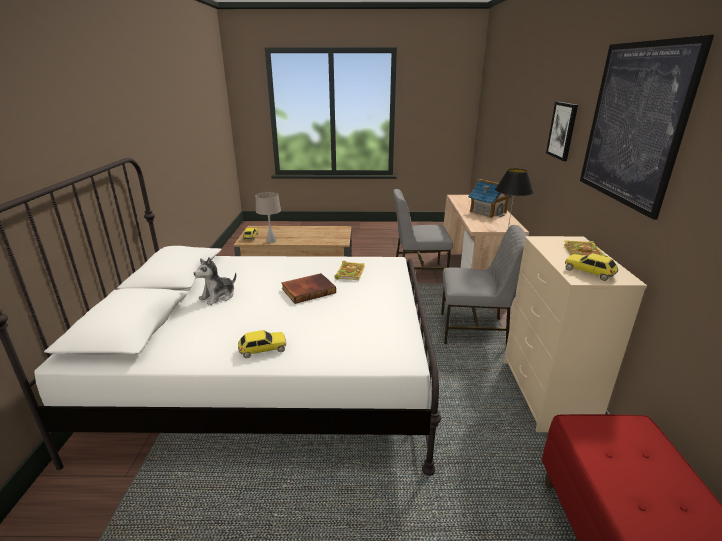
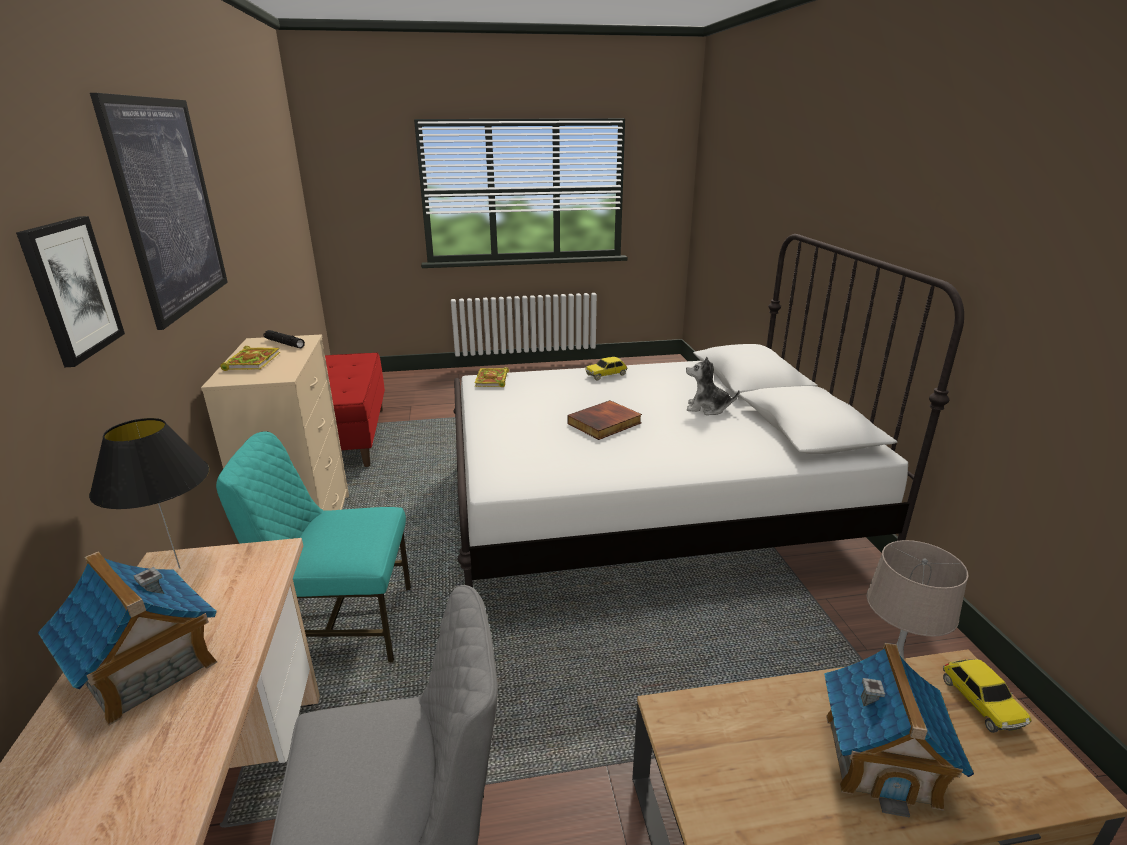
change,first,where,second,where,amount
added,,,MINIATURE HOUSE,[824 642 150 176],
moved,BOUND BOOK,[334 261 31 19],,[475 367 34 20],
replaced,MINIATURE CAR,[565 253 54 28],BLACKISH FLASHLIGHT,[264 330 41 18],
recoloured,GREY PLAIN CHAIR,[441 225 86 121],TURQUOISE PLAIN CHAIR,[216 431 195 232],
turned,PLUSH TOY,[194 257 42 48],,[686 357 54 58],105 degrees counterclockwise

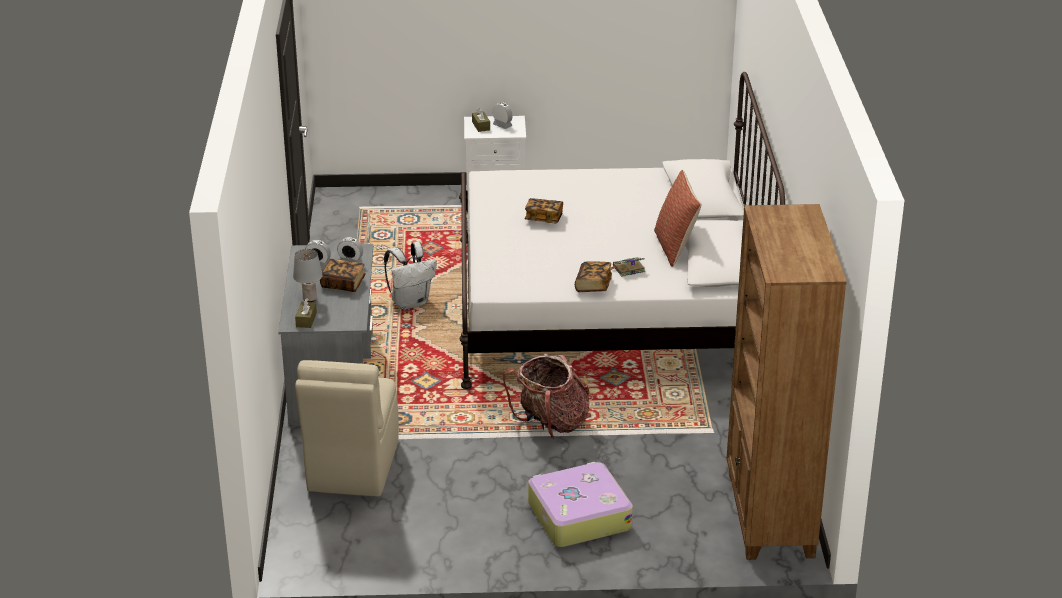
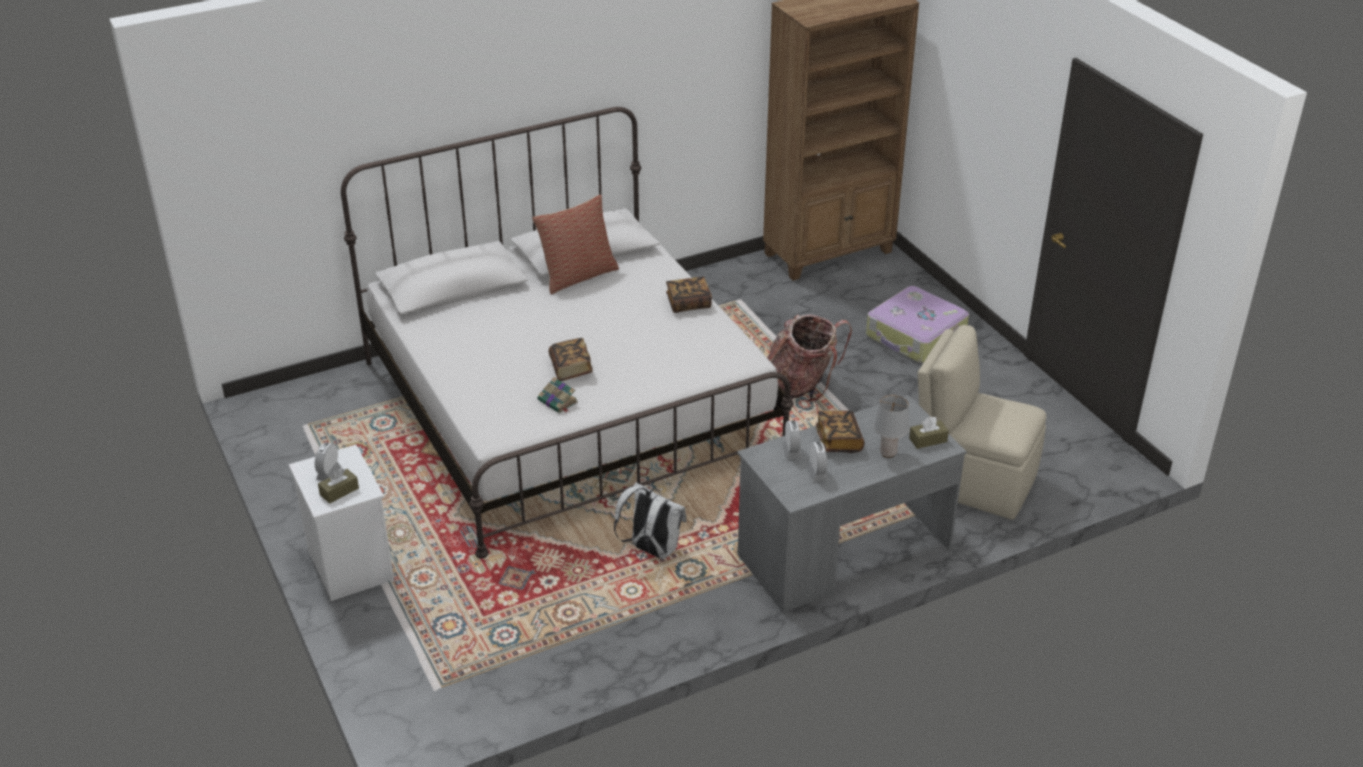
change,first,where,second,where,amount
moved,BOUND BOOK,[611 257 34 20],,[538 377 40 36],
turned,SAND-COLOURED PLAIN CHAIR,[295 360 104 137],,[917 325 129 195],135 degrees counterclockwise

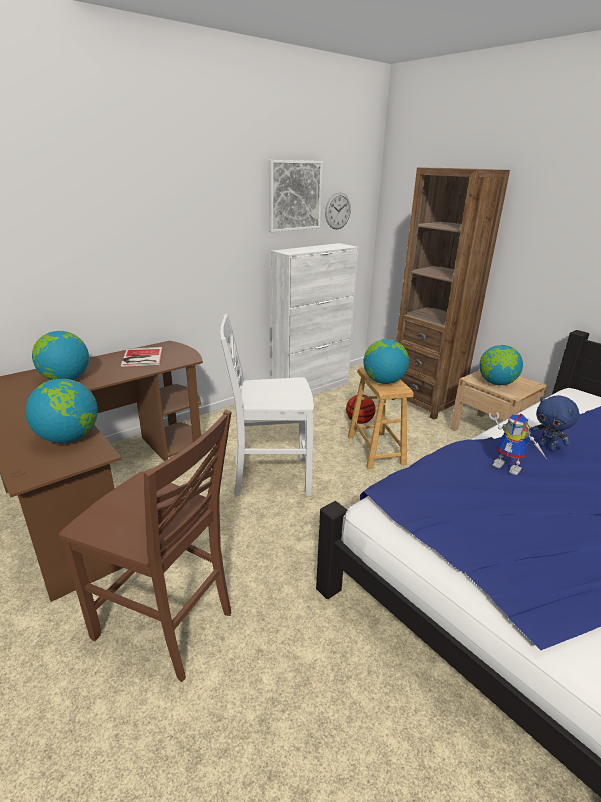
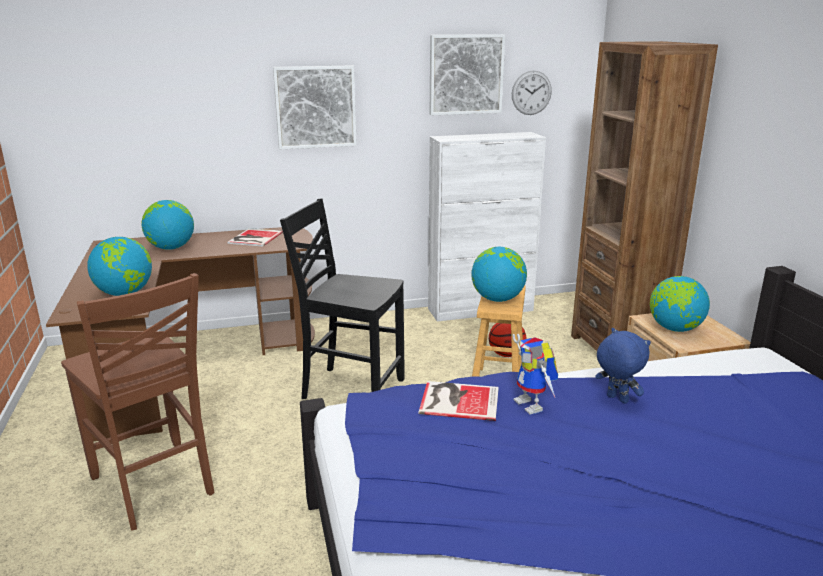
change,first,where,second,where,amount
added,,,WALL ART,[273 65 84 84],
added,,,BOUND BOOK,[419 381 80 40],
recoloured,WHITE PLAIN CHAIR,[220 314 94 183],BLACKISH PLAIN CHAIR,[280 199 124 200],
turned,BLUE-COLOURED PLUSH TOY,[531 395 48 57],,[595 328 56 76],150 degrees clockwise

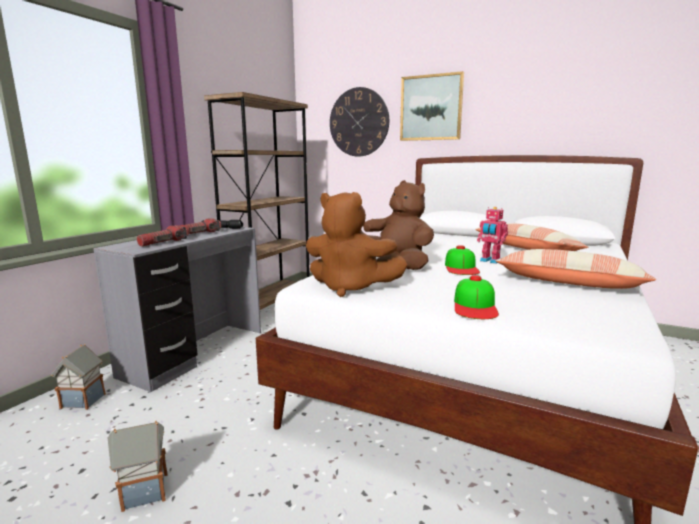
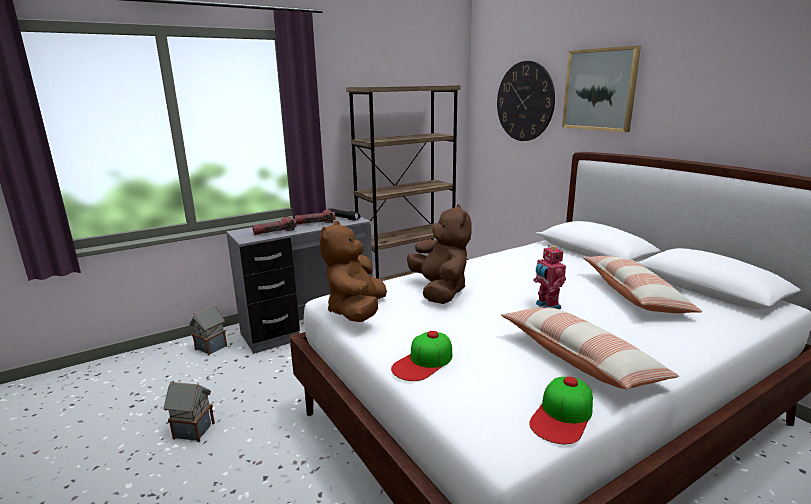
change,first,where,second,where,amount
moved,PEAKED CAP,[445 245 35 30],,[529 377 64 67],
turned,BROWNISH PLUSH TOY,[306 192 102 105],,[319 221 68 101],45 degrees clockwise

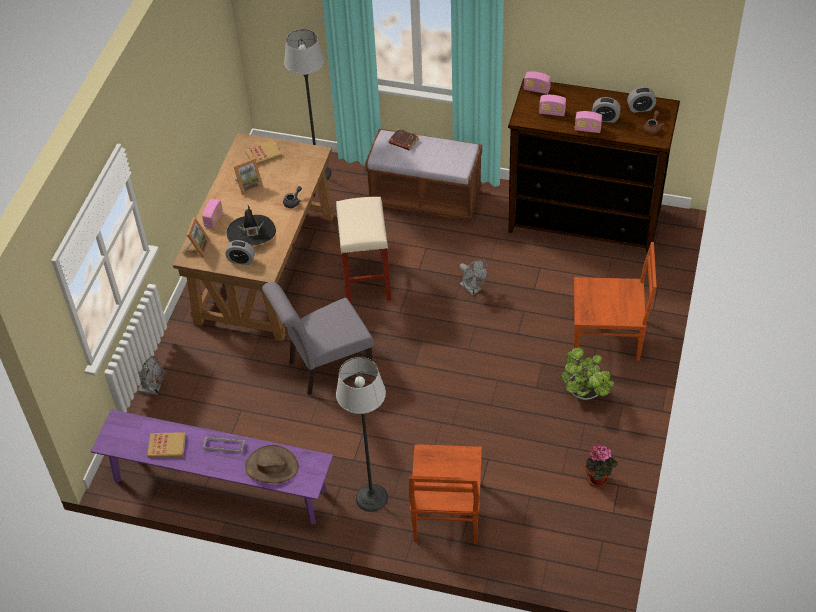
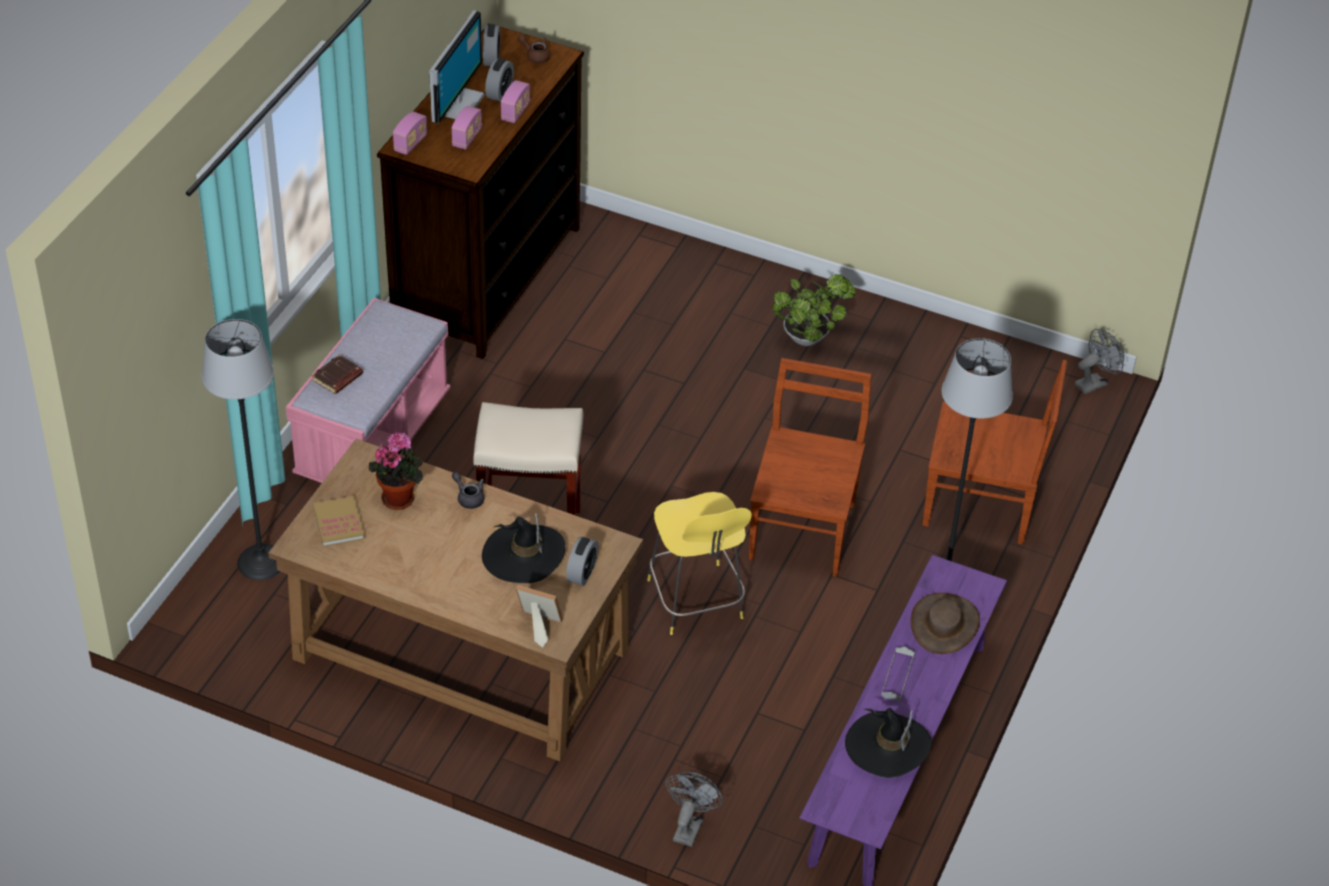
change,first,where,second,where,amount
removed,RADIO,[202 199 21 29],,,
removed,STANDING FRAME,[233 158 30 37],,,
added,,,COMPUTER SCREEN,[429 10 55 114],
moved,GREY COOLING FAN,[459 259 29 37],,[1075 329 49 65],
moved,BROWNISH PLAIN CHAIR,[573 242 84 119],,[749 358 123 219],
moved,PLANT IN A POT,[585 445 33 42],,[369 431 54 79],
replaced,BOUND BOOK,[147 432 39 26],BLACKISH CLOTHING HAT,[845 708 87 70],
replaced,GREY PLAIN CHAIR,[262 282 112 114],YELLOWISH STOOL SEAT,[647 492 105 143],
recoloured,BROWNISH BENCH,[365 129 117 91],PINK BENCH,[286 298 165 185],

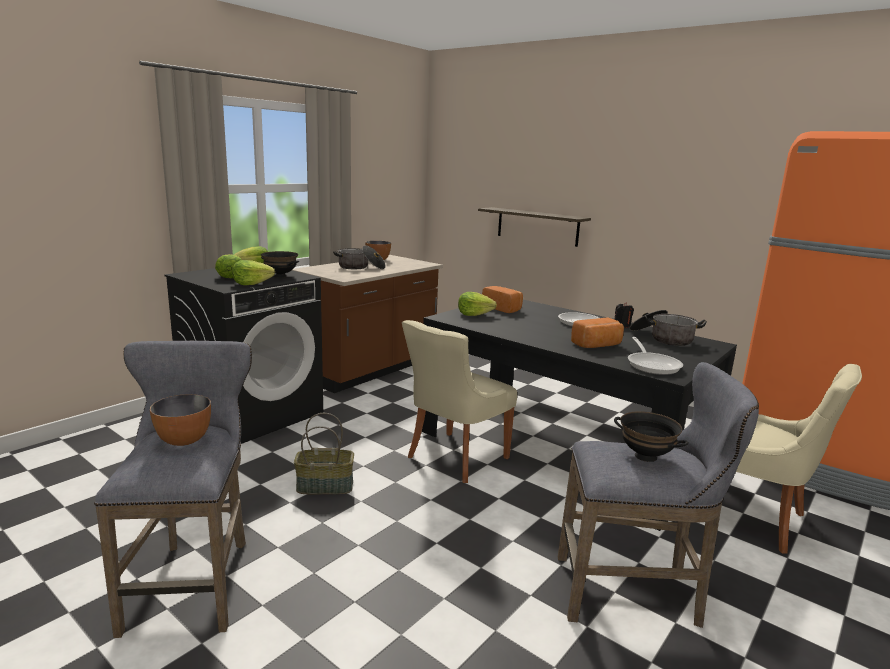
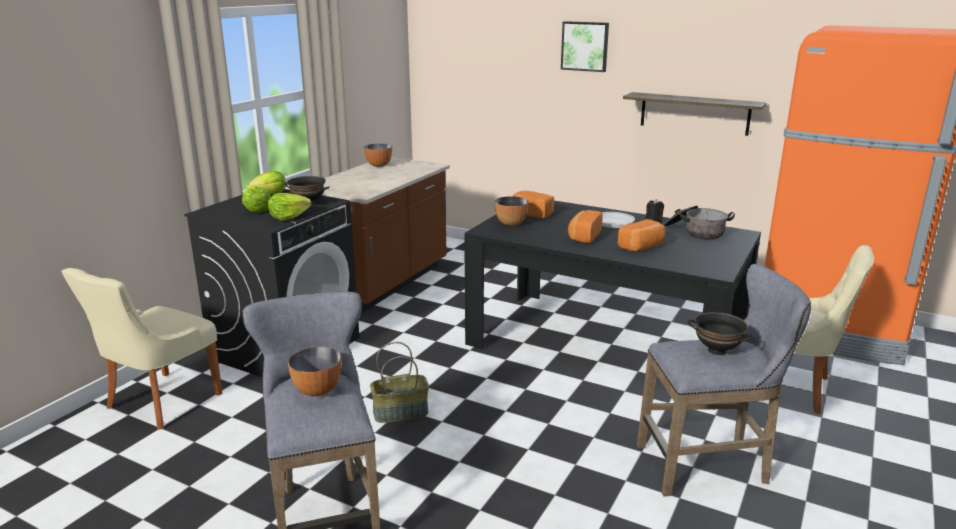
change,first,where,second,where,amount
removed,COOKING POT,[333 245 53 24],,,
removed,SKILLET,[628 337 55 38],,,
added,,,WALL ART,[561 21 48 51],
added,,,BREAD,[568 210 35 33],
moved,SAND-COLOURED PLAIN CHAIR,[402 320 115 163],,[61 268 161 162],
moved,WALL SHELF,[478 207 113 40],,[623 92 143 44],
replaced,HEAD OF LETTUCE,[458 292 39 24],SERVING BOWL,[495 196 34 30],

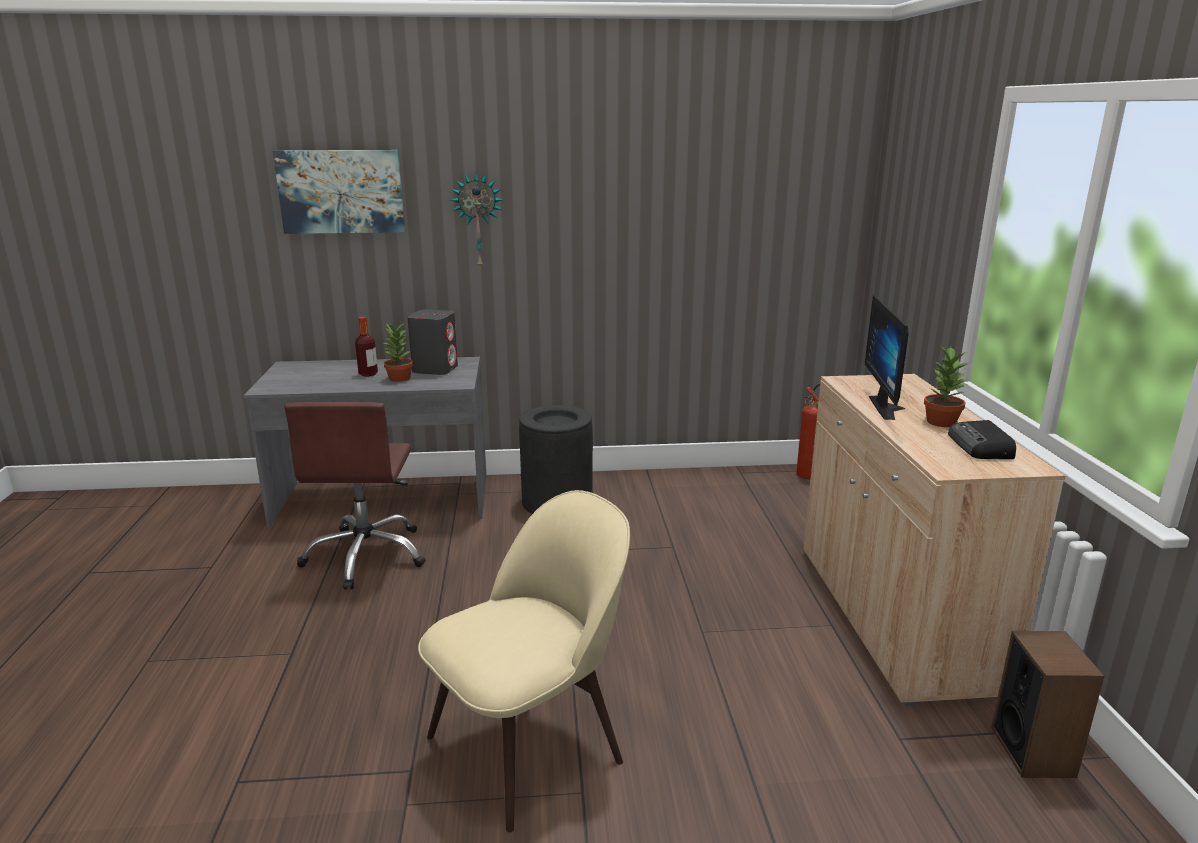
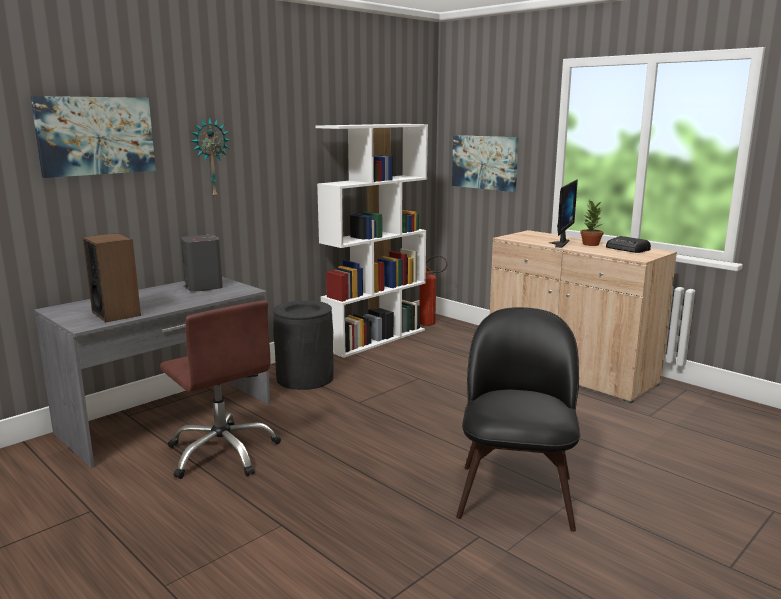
change,first,where,second,where,amount
removed,BEVERAGE BOTTLE,[355 317 23 59],,,
removed,PLANT IN A POT,[382 324 31 58],,,
added,,,WHITE BOOKSHELF,[315 124 113 234],
added,,,WALL ART,[452 135 67 57],
moved,AUDIO SPEAKER,[991 631 113 147],,[82 233 59 89],
recoloured,SAND-COLOURED PLAIN CHAIR,[418 490 212 342],BLACKISH PLAIN CHAIR,[456 307 124 225],
turned,COMPUTER SCREEN,[865 295 44 125],,[550 180 28 68],120 degrees counterclockwise

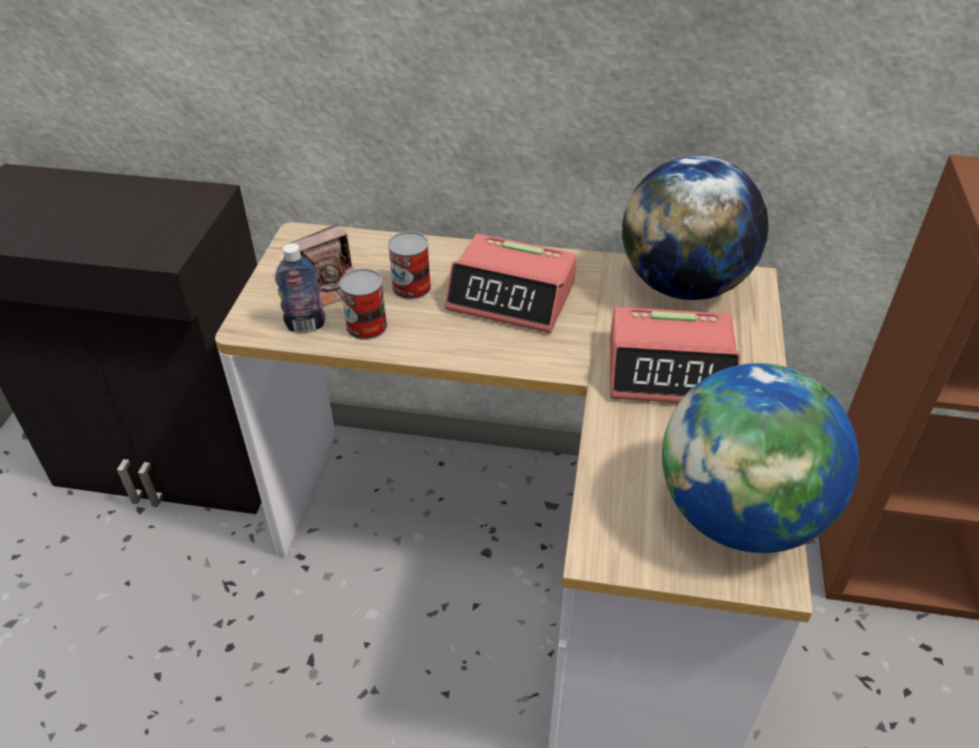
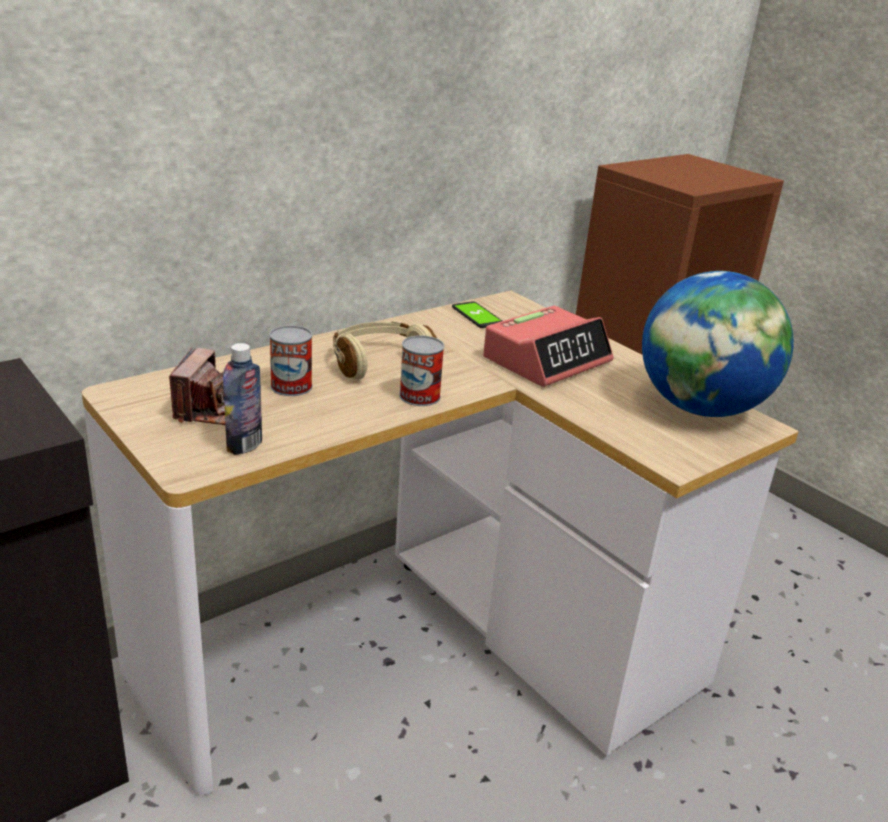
change,first,where,second,where,amount
moved,CAN,[340 269 47 71],,[399 335 45 71],
replaced,BEDSIDE CLOCK,[445 234 132 99],SAND-COLOURED HEADSET,[333 321 104 58],
replaced,WORLD GLOBE,[622 156 146 144],PHONE,[452 301 50 27],

